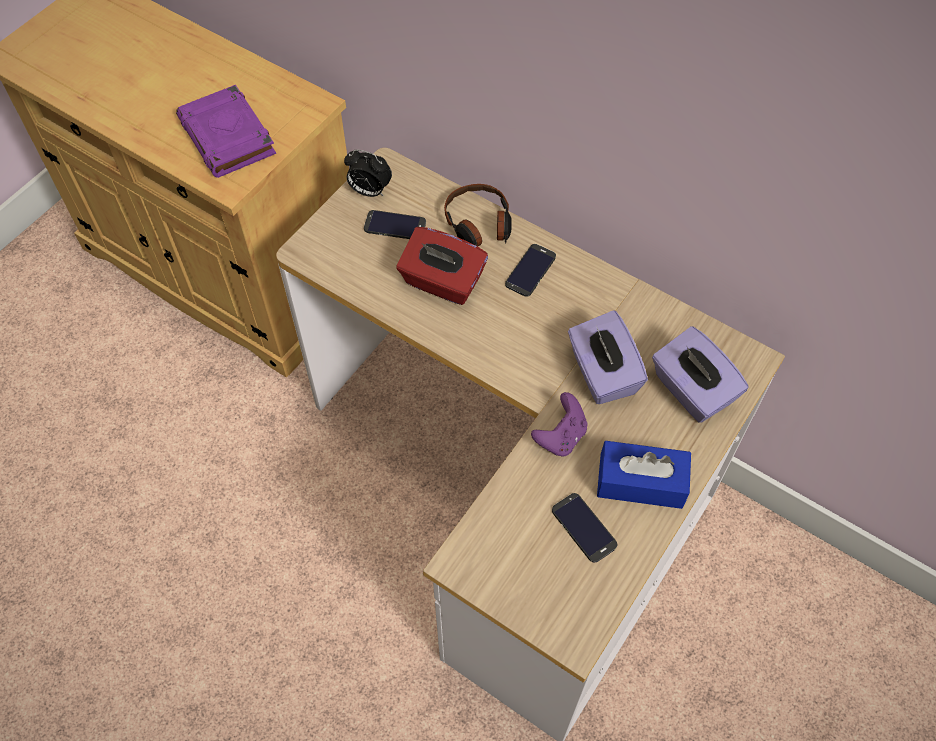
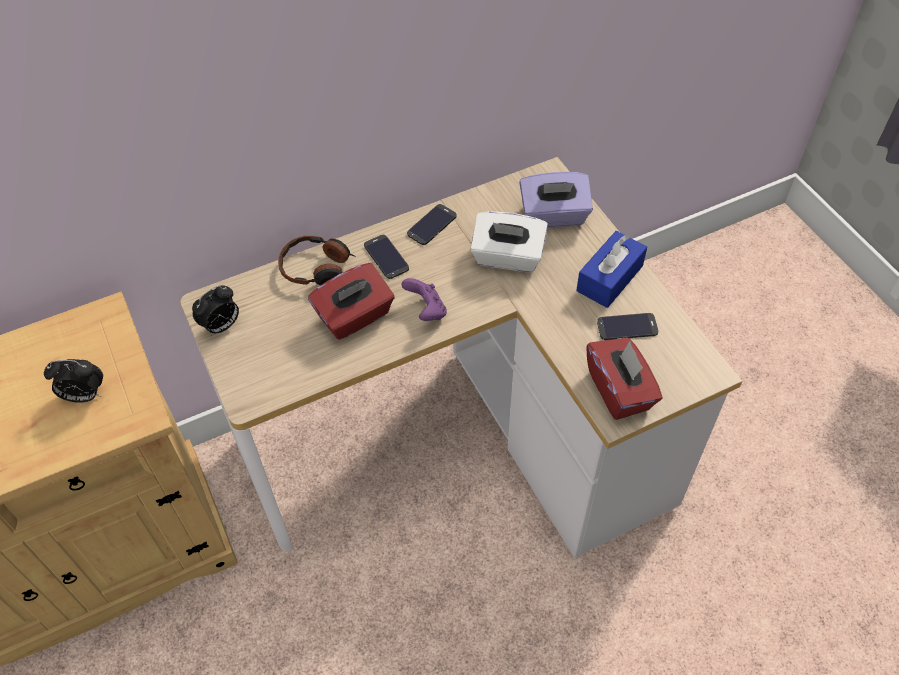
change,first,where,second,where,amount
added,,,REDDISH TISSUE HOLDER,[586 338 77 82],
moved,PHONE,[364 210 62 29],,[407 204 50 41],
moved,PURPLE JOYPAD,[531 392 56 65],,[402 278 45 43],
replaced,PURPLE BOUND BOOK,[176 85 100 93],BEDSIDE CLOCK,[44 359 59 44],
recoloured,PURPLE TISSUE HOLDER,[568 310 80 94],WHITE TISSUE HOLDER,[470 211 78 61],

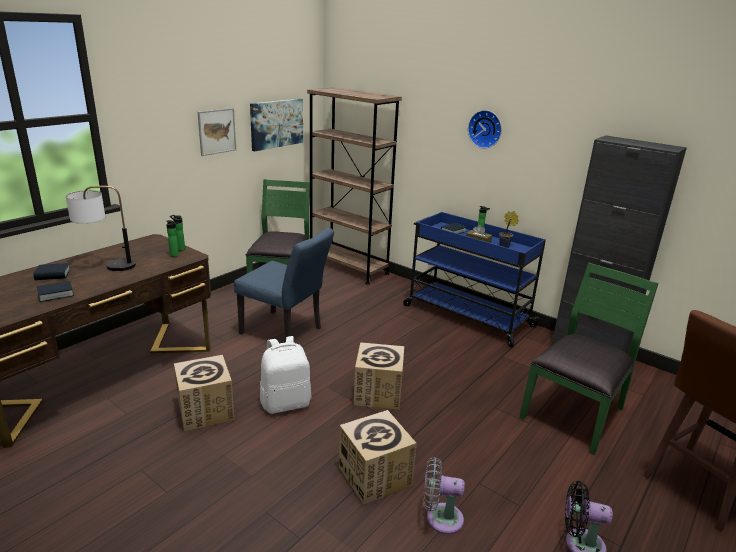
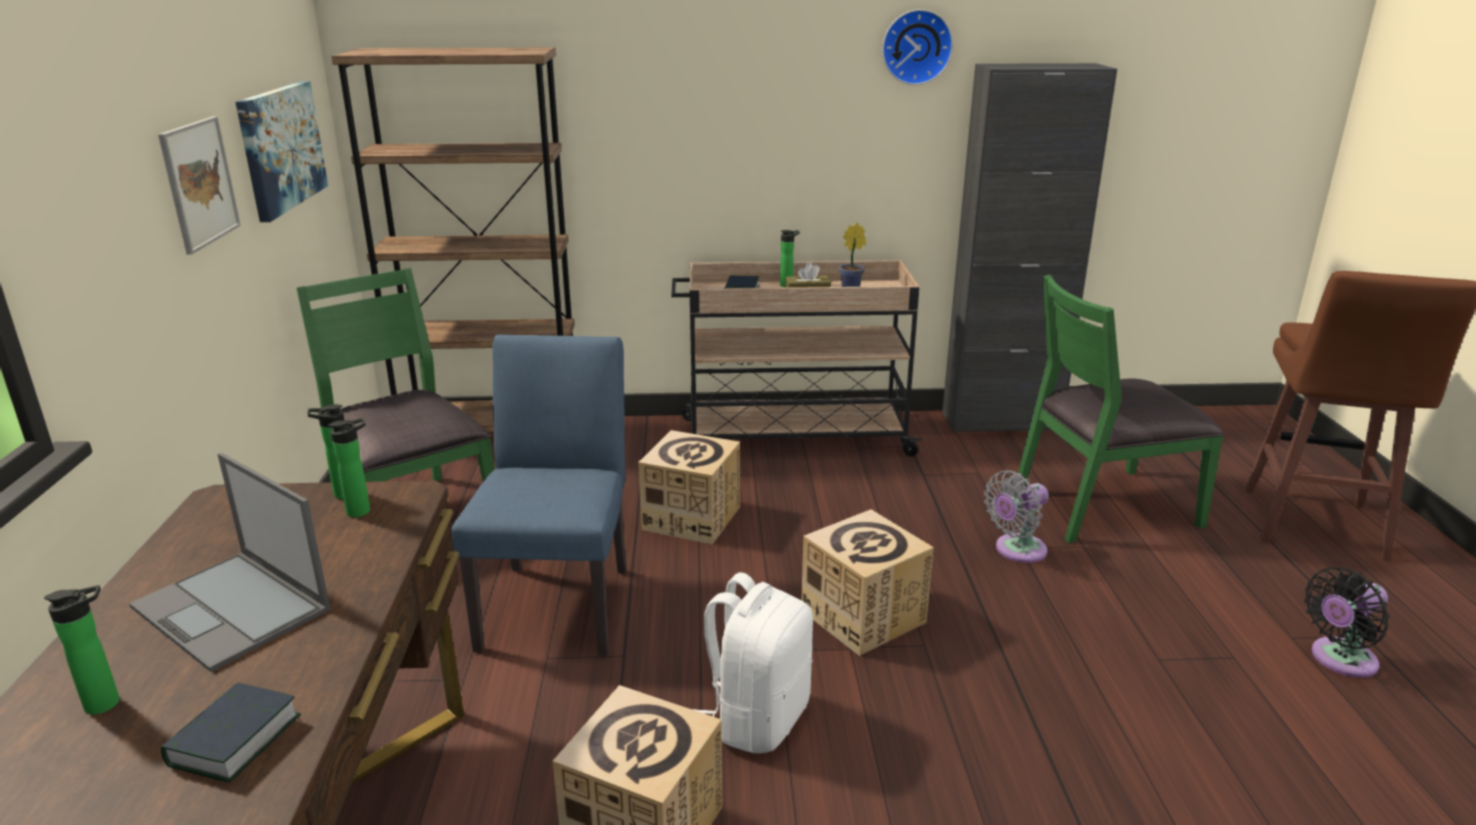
change,first,where,second,where,amount
moved,PACKING BOX,[339 410 78 95],,[638 430 102 115],
moved,GREY COOLING FAN,[423 457 42 77],,[984 470 65 93],
moved,CLOCK ON THE WALL,[468 110 34 39],,[882 9 71 76],
replaced,BOUND BOOK,[33 263 38 17],BEVERAGE BOTTLE,[44 585 75 130],
replaced,TABLE LAMP,[66 186 70 85],LAPTOP,[129 453 202 219],
recoloured,BLUE-COLOURED TROLLEY,[403 212 143 135],SAND-COLOURED TROLLEY,[671 260 251 196],
turned,BLUE-COLOURED PLAIN CHAIR,[234 228 100 109],,[451 335 176 321],75 degrees counterclockwise
turned,GREENISH PLAIN CHAIR,[519 263 140 192],,[1018 275 206 268],105 degrees counterclockwise

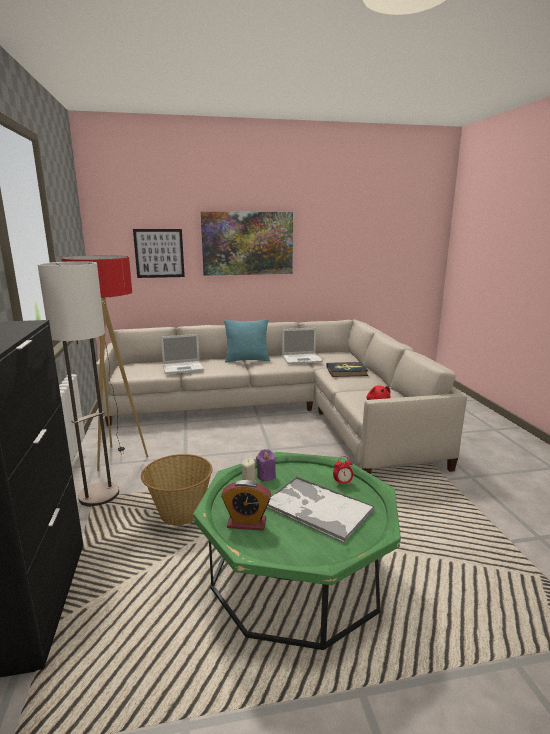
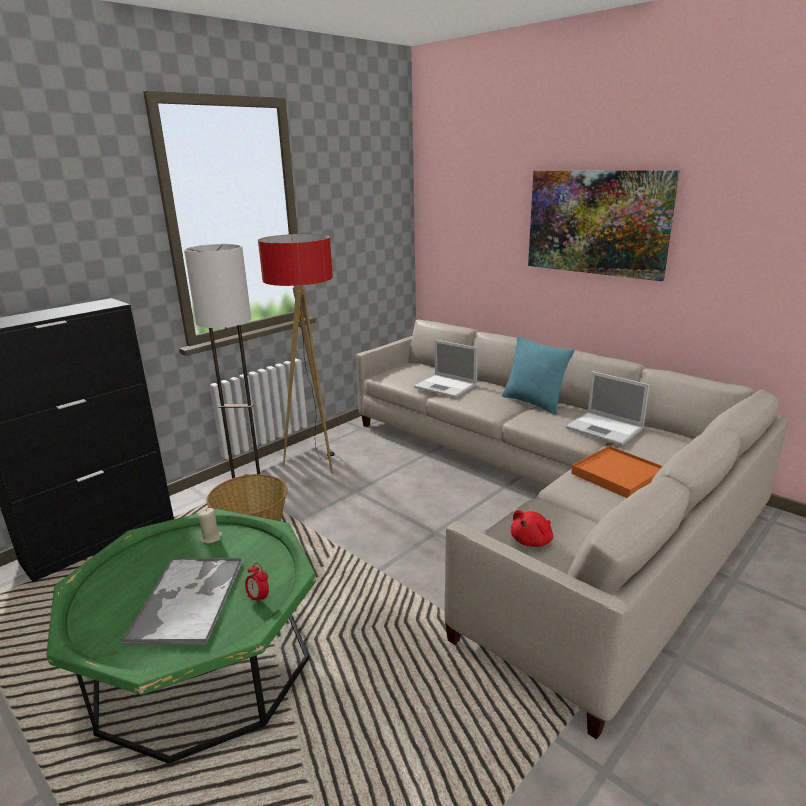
change,first,where,second,where,amount
removed,WALL ART,[133 229 52 49],,,
removed,BEDSIDE CLOCK,[221 480 50 51],,,
removed,PURPLE WAX CANDLE,[256 449 20 32],,,
replaced,BOUND BOOK,[327 362 41 15],ORANGEY SERVING TRAY,[571 446 91 52],

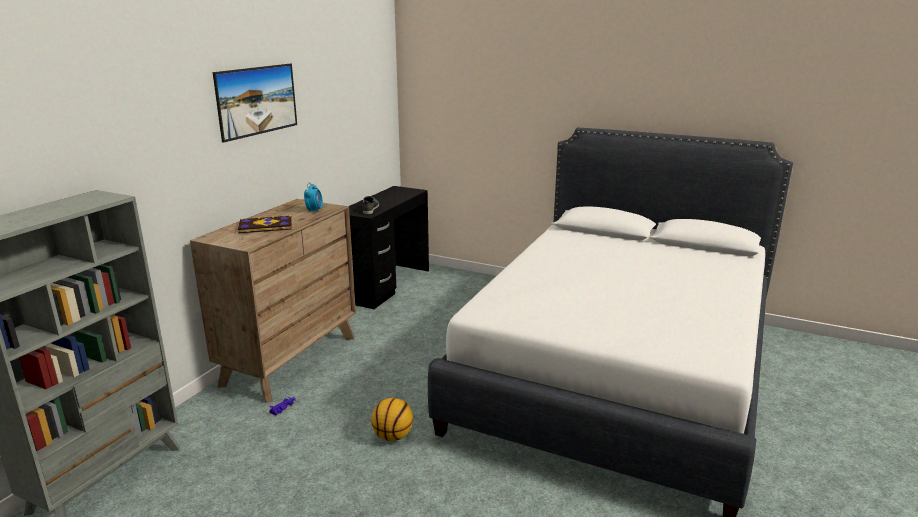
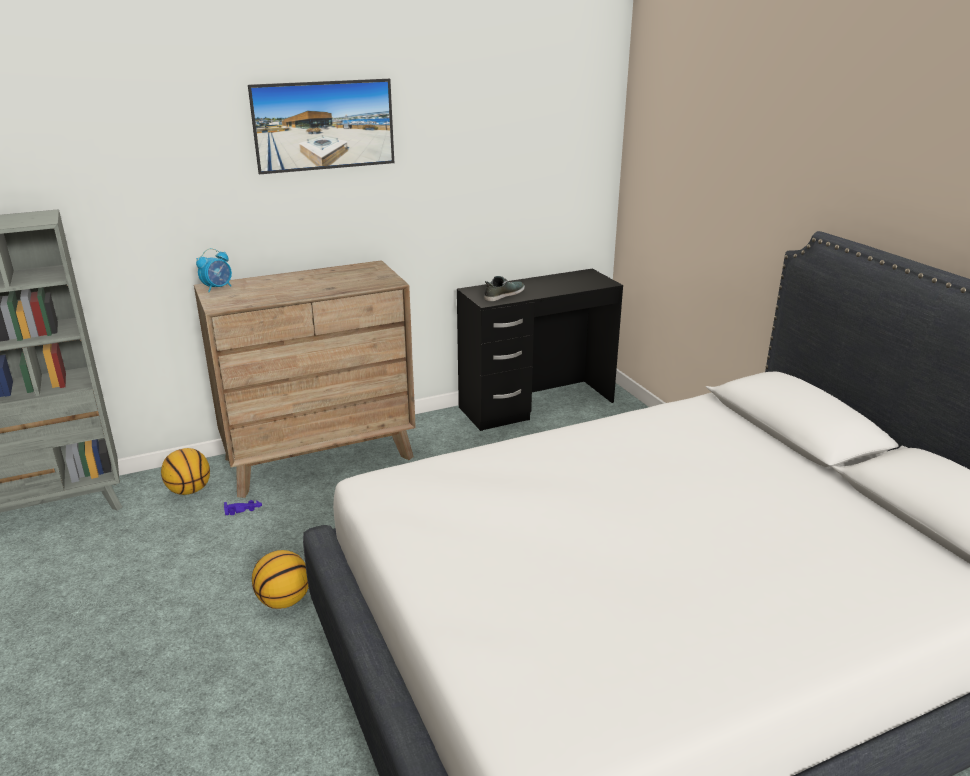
change,first,where,second,where,amount
removed,BOUND BOOK,[238 215 54 18],,,
added,,,BASKETBALL BALL,[161 448 49 47],
moved,BEDSIDE CLOCK,[304 182 19 32],,[196 248 36 45],

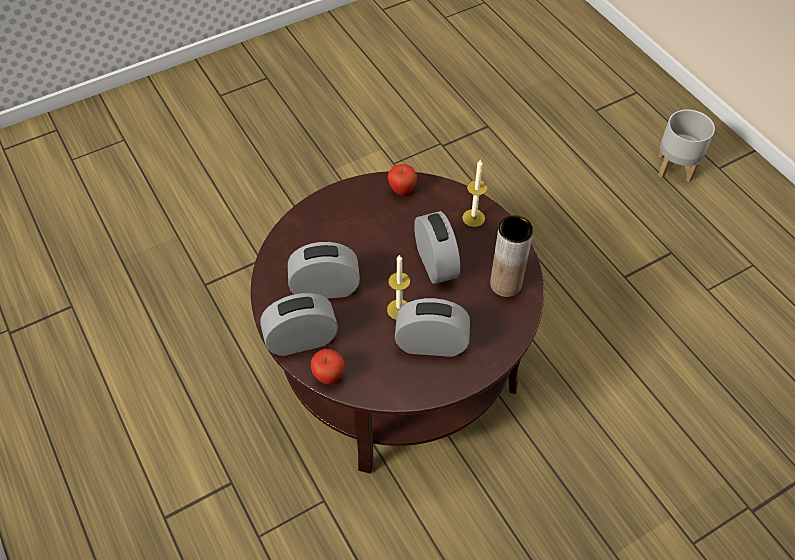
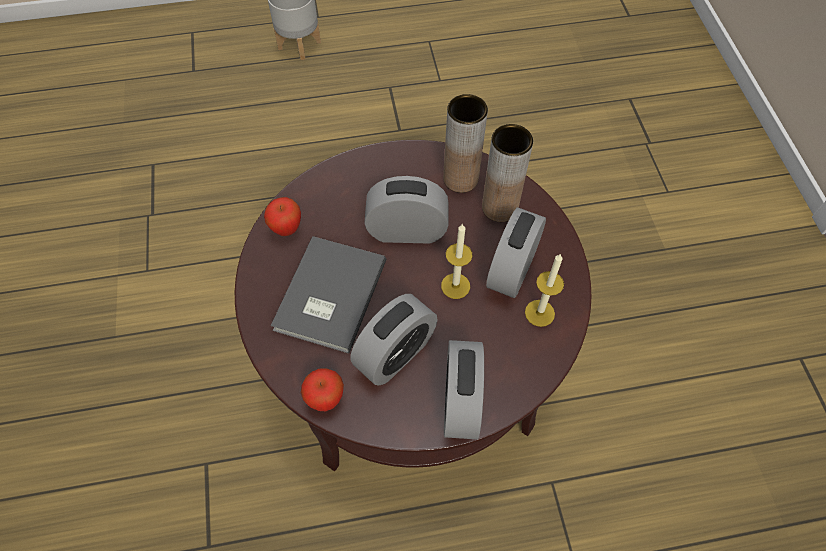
change,first,where,second,where,amount
added,,,GREY BOUND BOOK,[271 236 115 117],
added,,,BROWNISH VASE,[482 124 51 98],
moved,WHOLE APPLE,[311 349 33 35],,[301 368 43 43],
moved,WAX CANDLE,[462 159 25 68],,[525 253 39 74],
turned,BEDSIDE CLOCK,[288 242 72 57],,[350 294 88 92],150 degrees counterclockwise

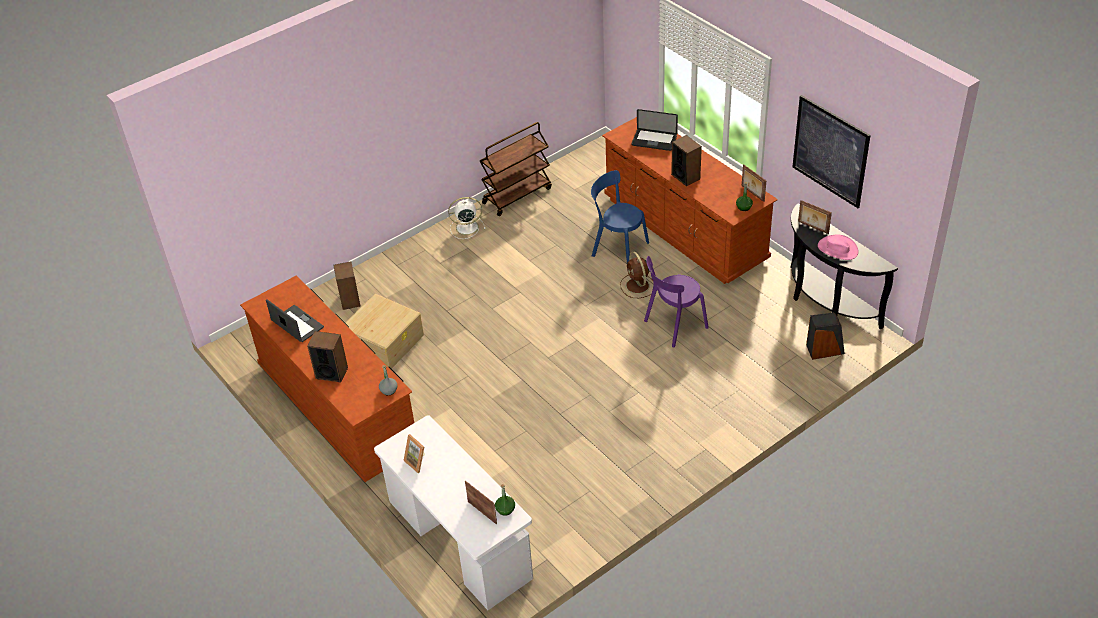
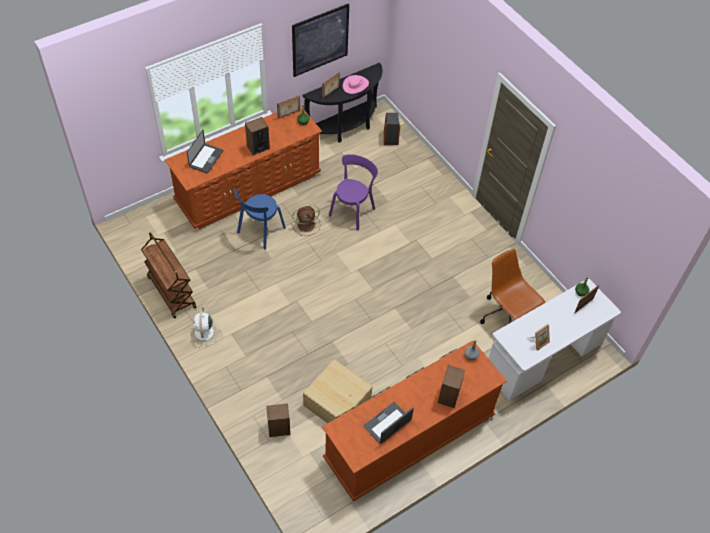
change,first,where,second,where,amount
added,,,BROWNISH COMPUTER CHAIR,[480 249 66 75],
turned,PURPLE PLAIN CHAIR,[644 256 65 92],,[329 154 49 76],120 degrees counterclockwise

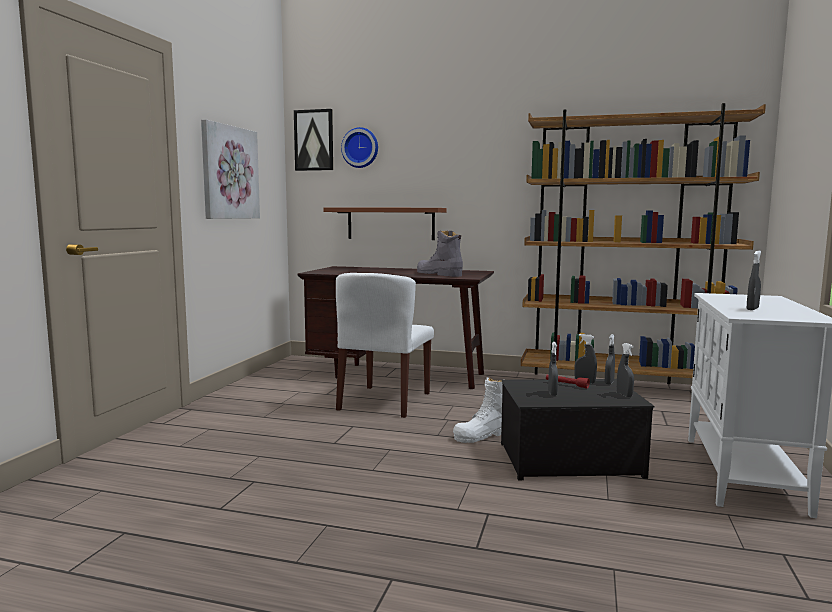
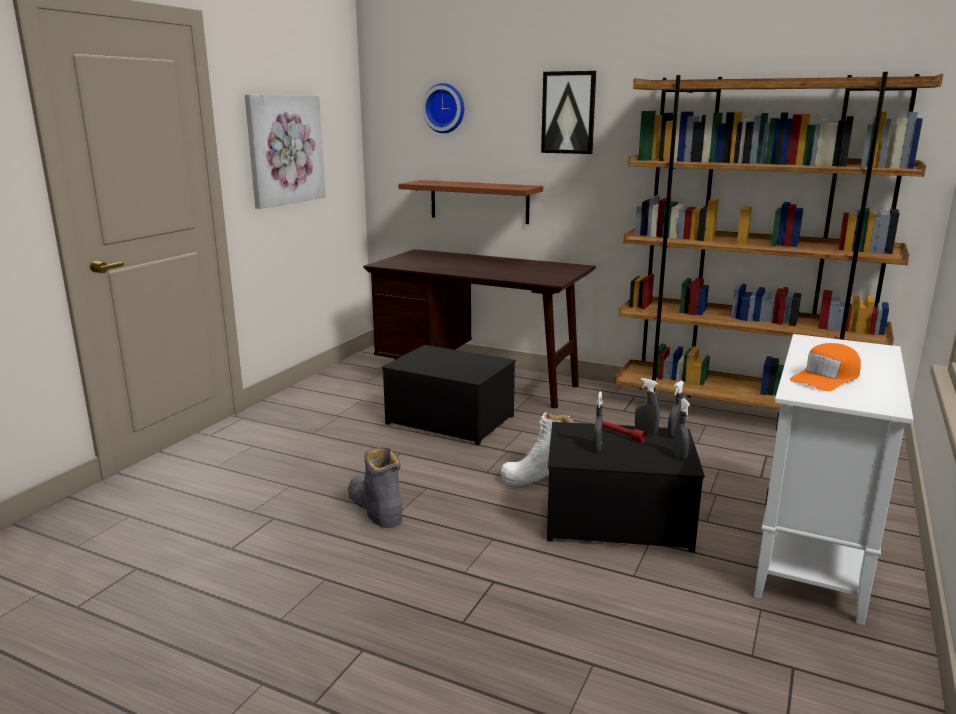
change,first,where,second,where,amount
moved,WALL ART,[294 109 39 62],,[541 71 55 83],
moved,GREY BOOT,[417 231 46 46],,[348 447 54 81],
replaced,WHITE PLAIN CHAIR,[336 273 98 145],STORAGE CONTAINER,[382 345 134 100],
replaced,GREY SPRAYER,[747 250 14 60],ORANGEY PEAKED CAP,[790 343 71 48],

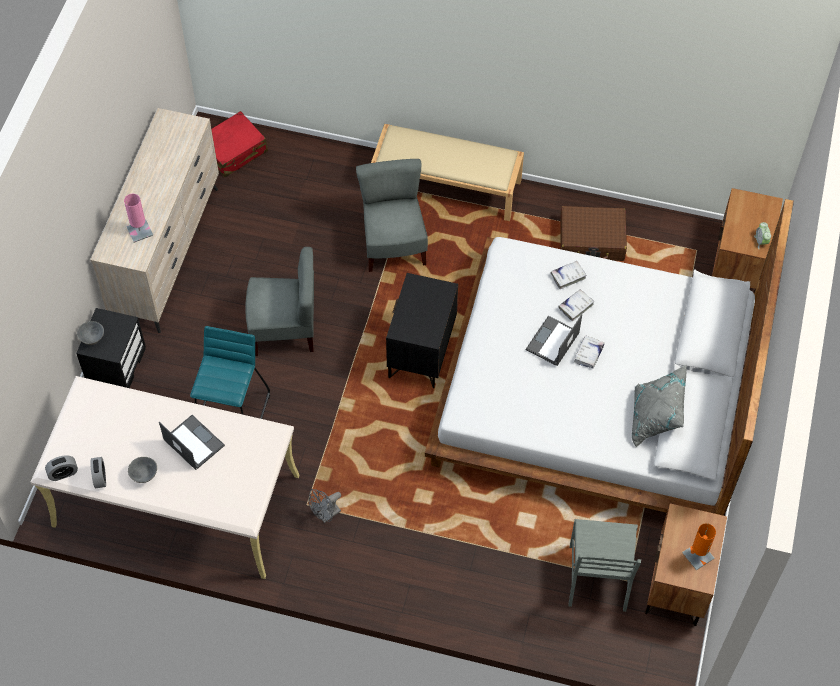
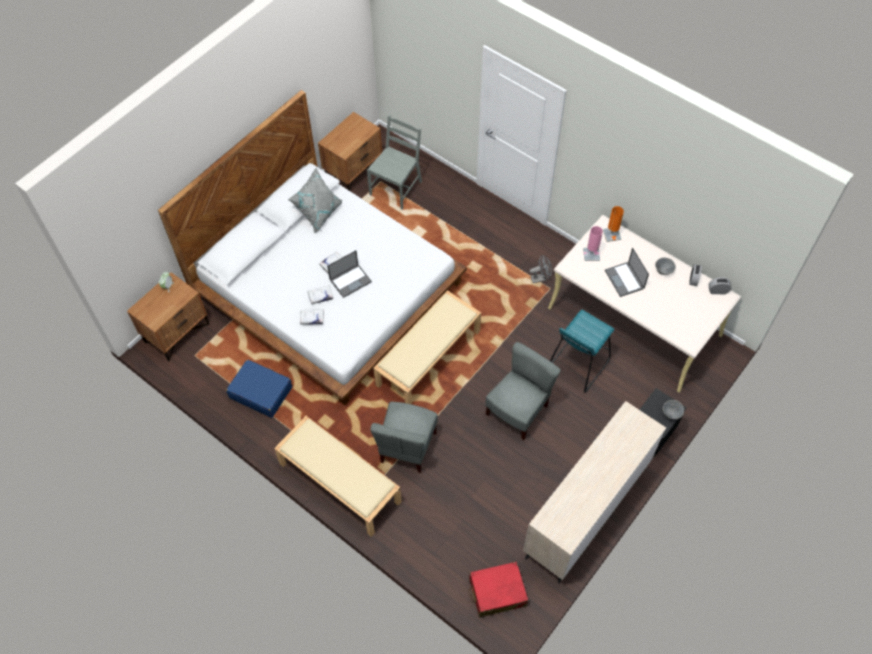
change,first,where,second,where,amount
moved,PINK TABLE LAMP,[124 194 29 49],,[583 226 20 35],
moved,ORANGEY TABLE LAMP,[682 523 34 47],,[603 206 21 36],
replaced,BLACKISH NIGHTSTAND,[386 273 72 115],SAND-COLOURED BENCH,[373 290 108 114],
recoloured,BROWNISH PIECE OF LUGGAGE,[560 206 67 55],BLUE-COLOURED PIECE OF LUGGAGE,[226 360 66 58],
turned,GREY PLAIN CHAIR,[245 247 69 109],,[485 342 76 98],105 degrees clockwise

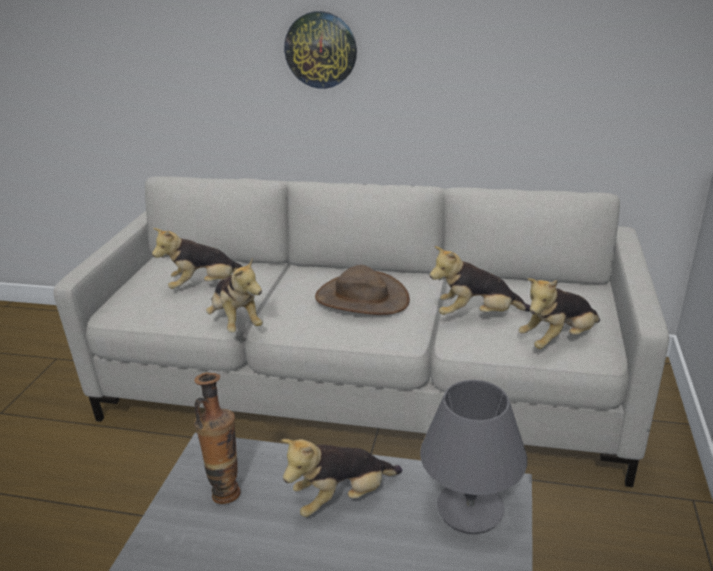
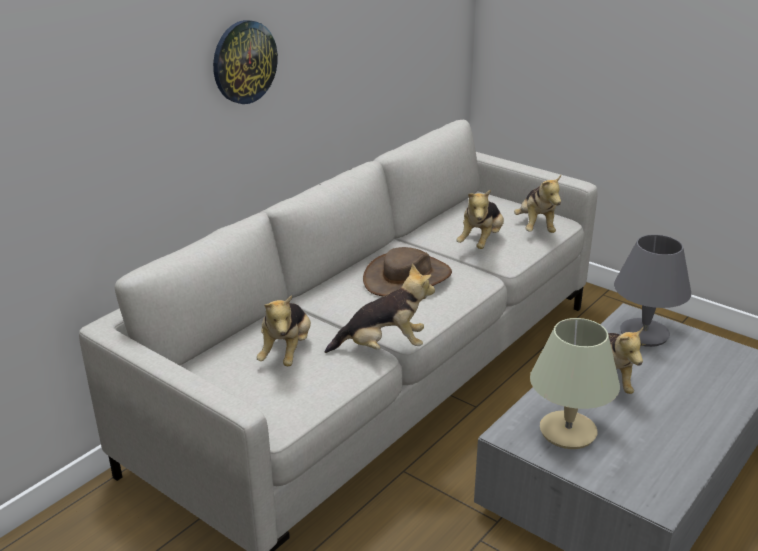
change,first,where,second,where,amount
replaced,VASE,[194 372 46 132],SAND-COLOURED TABLE LAMP,[530 318 90 131],

